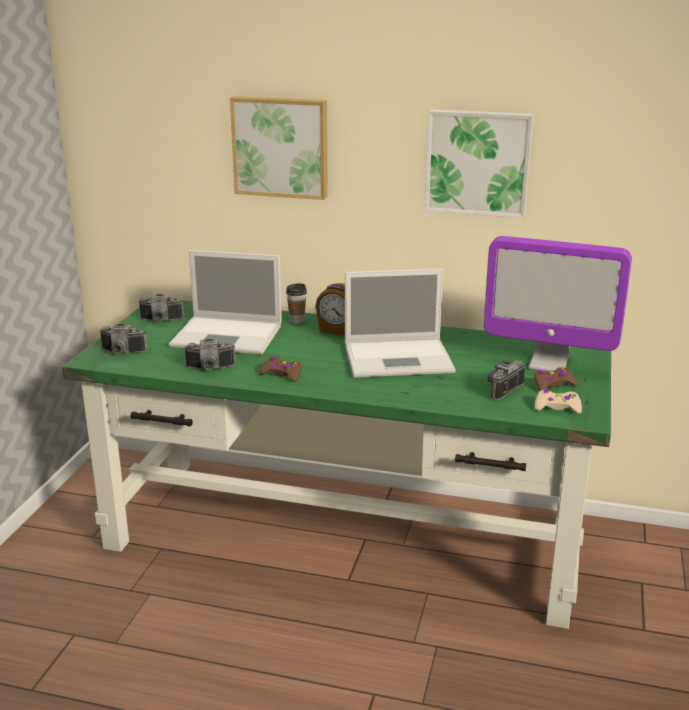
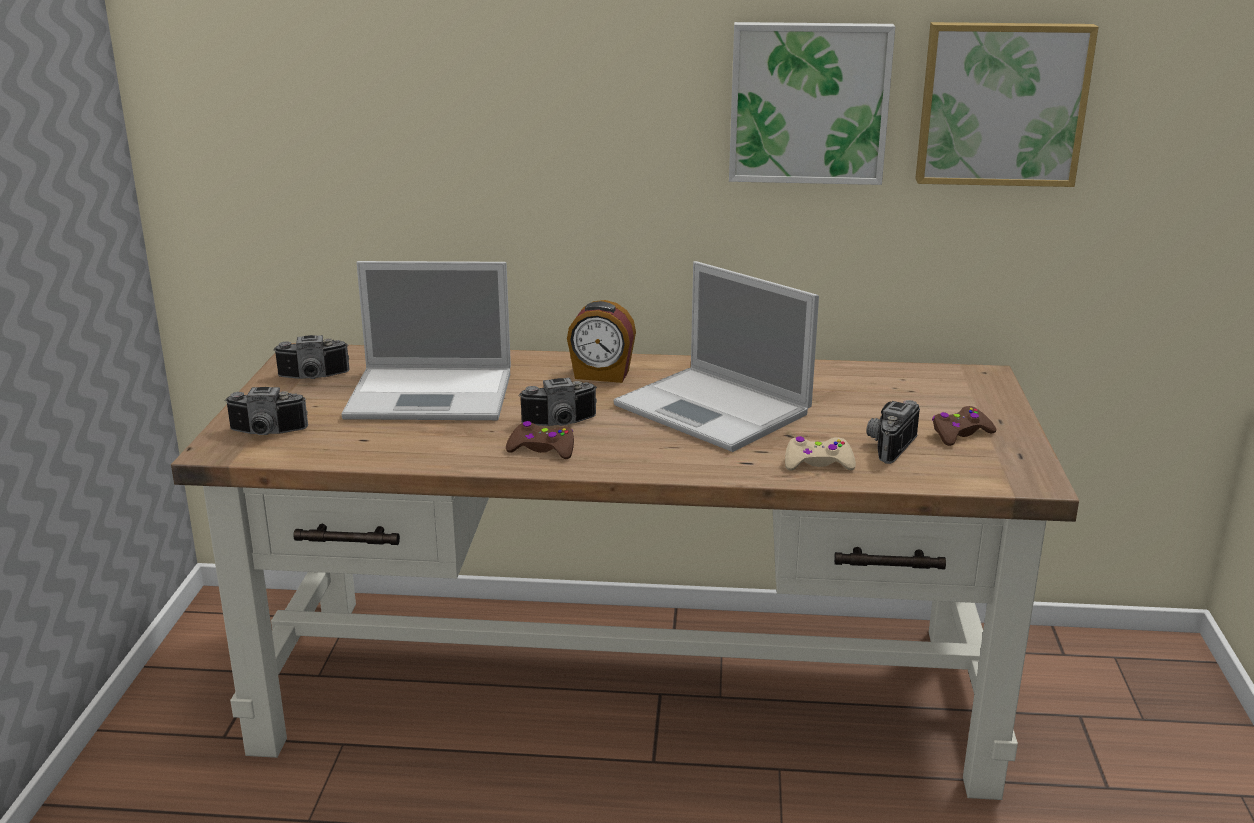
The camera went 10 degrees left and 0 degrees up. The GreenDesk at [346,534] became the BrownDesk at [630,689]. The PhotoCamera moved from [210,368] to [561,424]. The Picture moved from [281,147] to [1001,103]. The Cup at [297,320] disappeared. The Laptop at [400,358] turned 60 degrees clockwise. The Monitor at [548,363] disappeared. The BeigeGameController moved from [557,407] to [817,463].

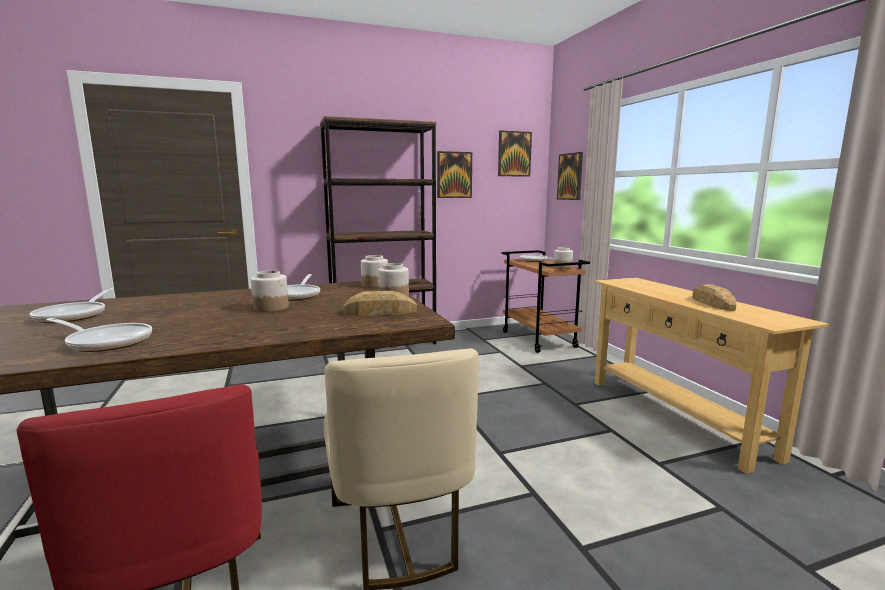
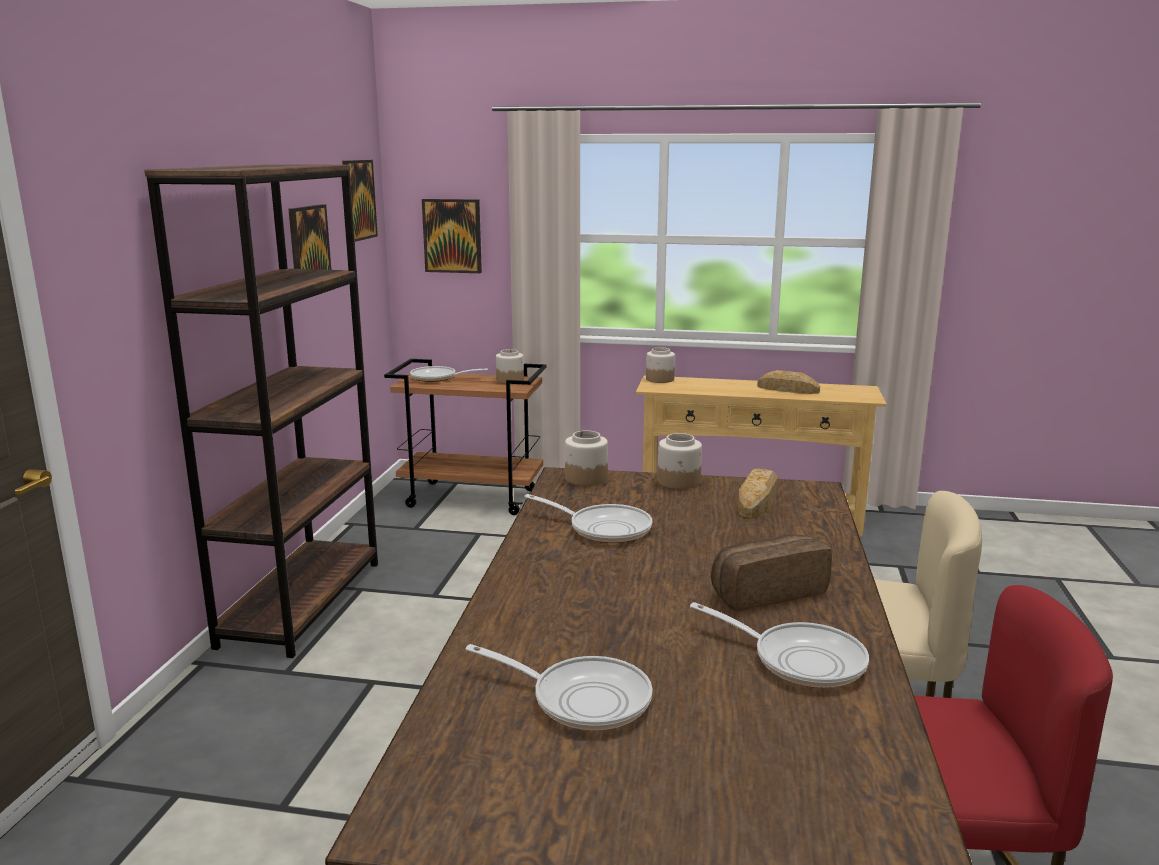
The camera went 60 degrees left and 5 degrees up. The FryingPan at [106,342] turned 75 degrees clockwise. The Jar moved from [271,308] to [659,379]. The Bread at [766,591] appeared.

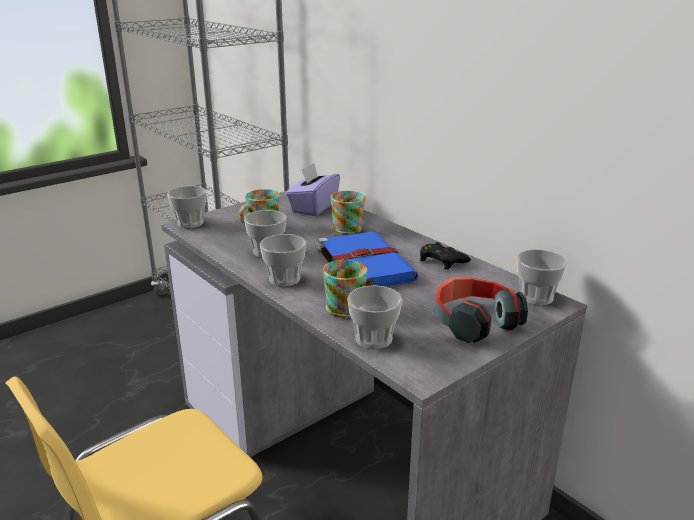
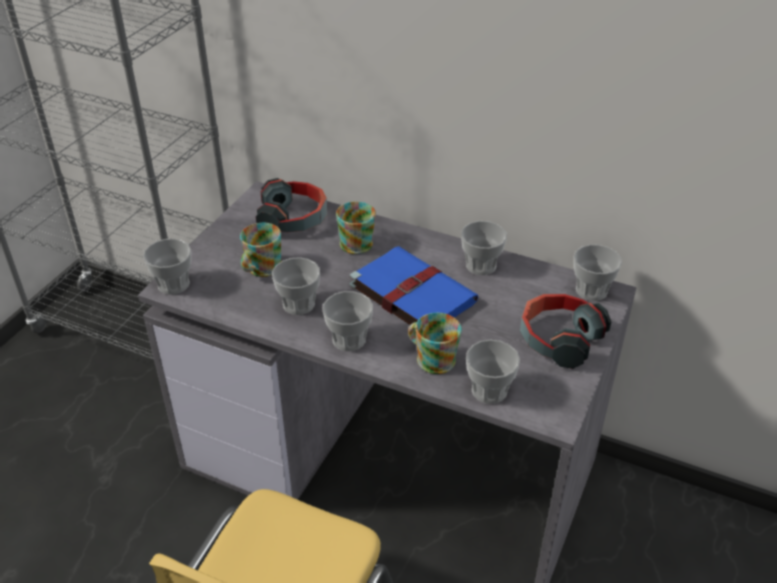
The camera went 25 degrees left and 15 degrees up. The PurpleTissueBox at [313,207] was replaced by the Headphones at [294,219]. The BlackGameController at [442,260] was replaced by the Cup at [481,265].

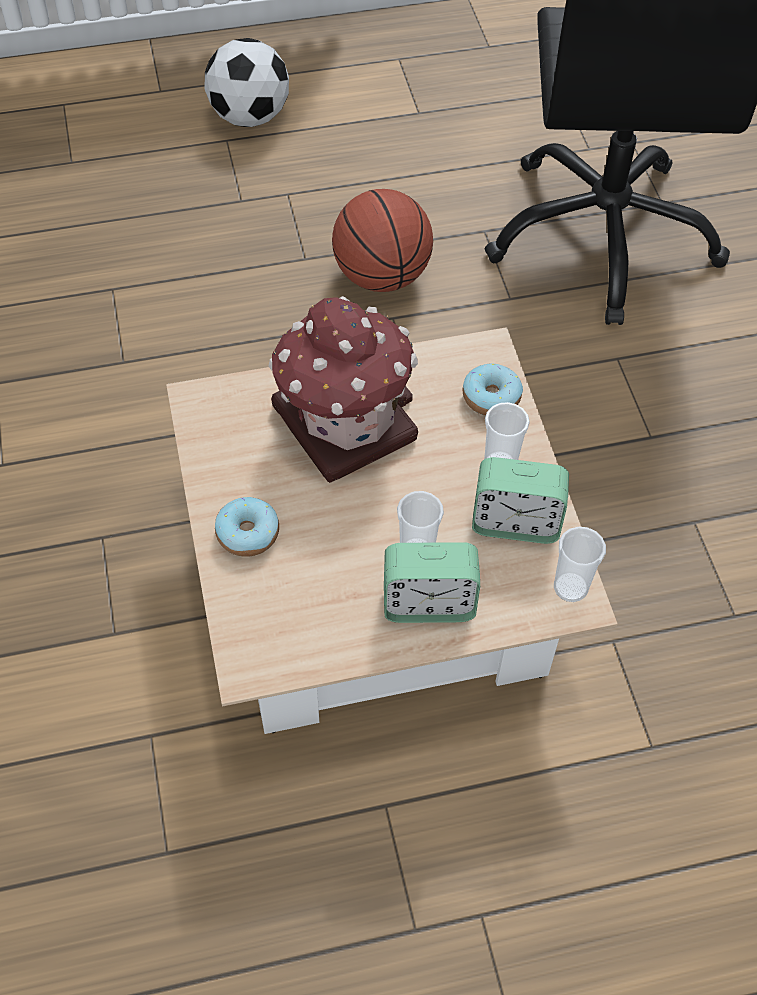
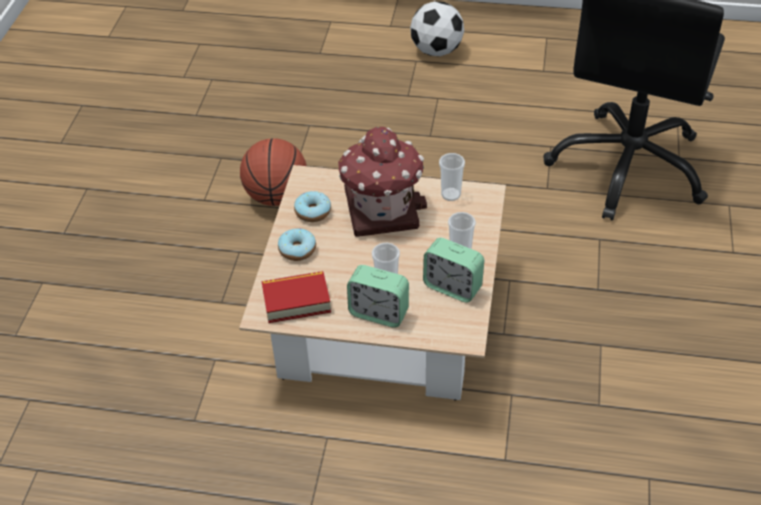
The camera went 25 degrees right and 10 degrees down. The Basketball moved from [382,276] to [277,196]. The Donut moved from [491,397] to [313,212]. The Cup moved from [570,587] to [450,194]. The Book at [296,301] appeared.

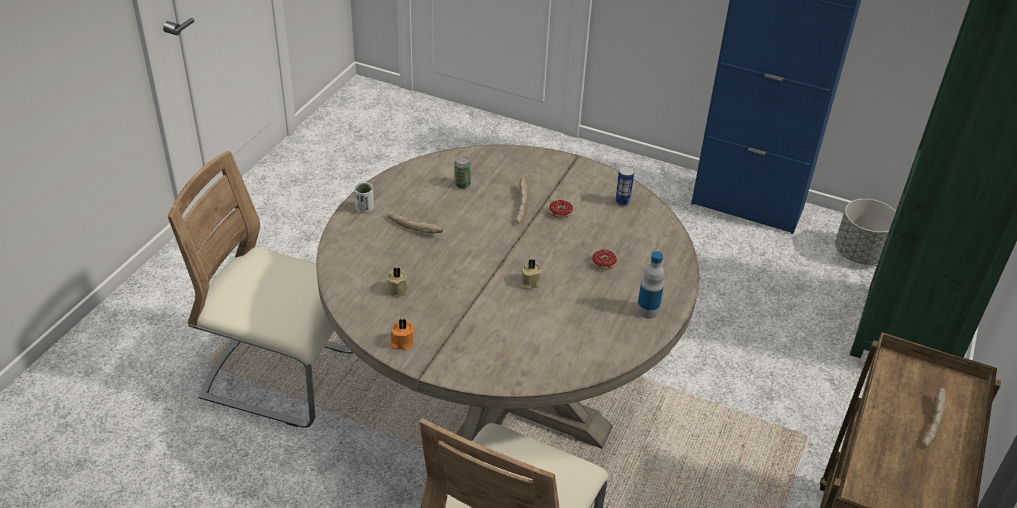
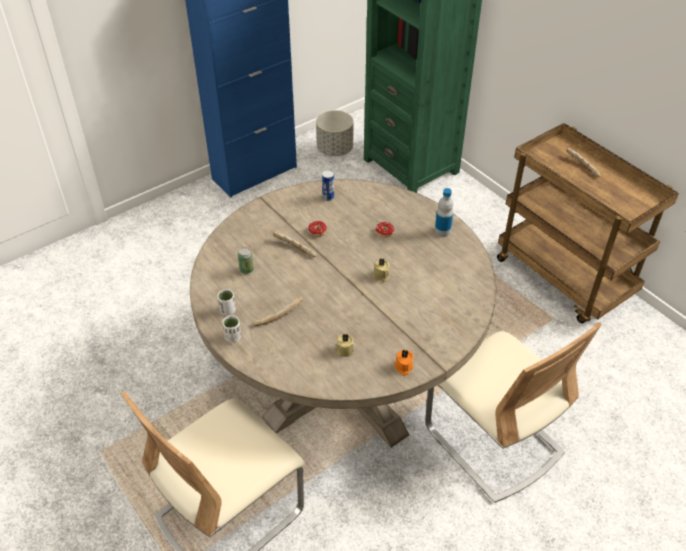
The camera went 60 degrees left and 5 degrees up. The WhiteCup at [228,310] appeared.

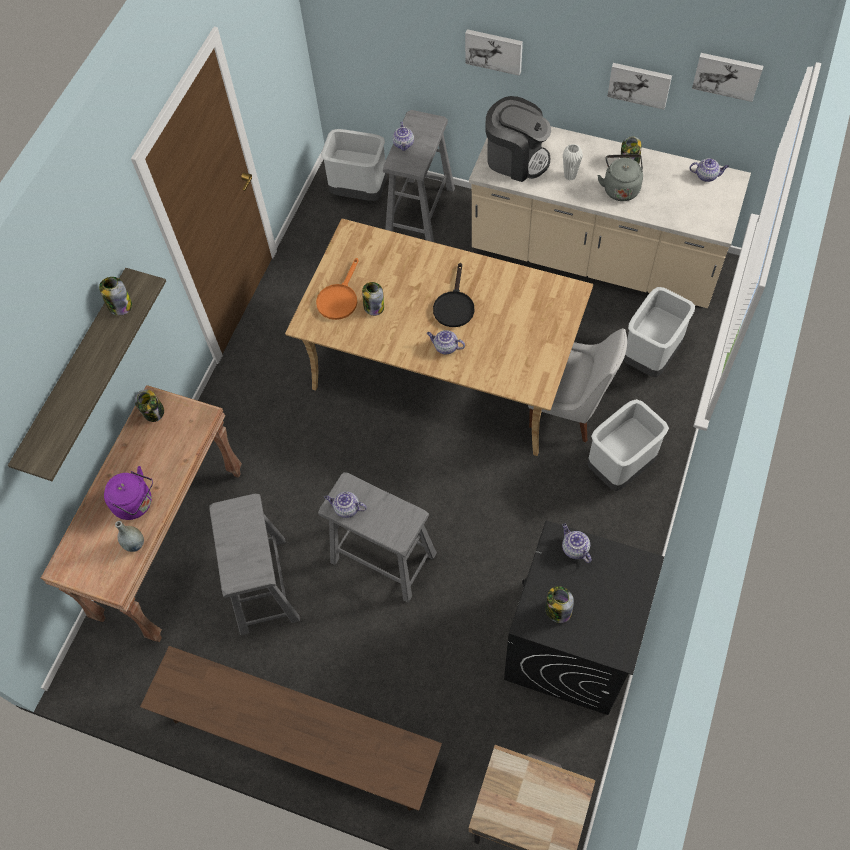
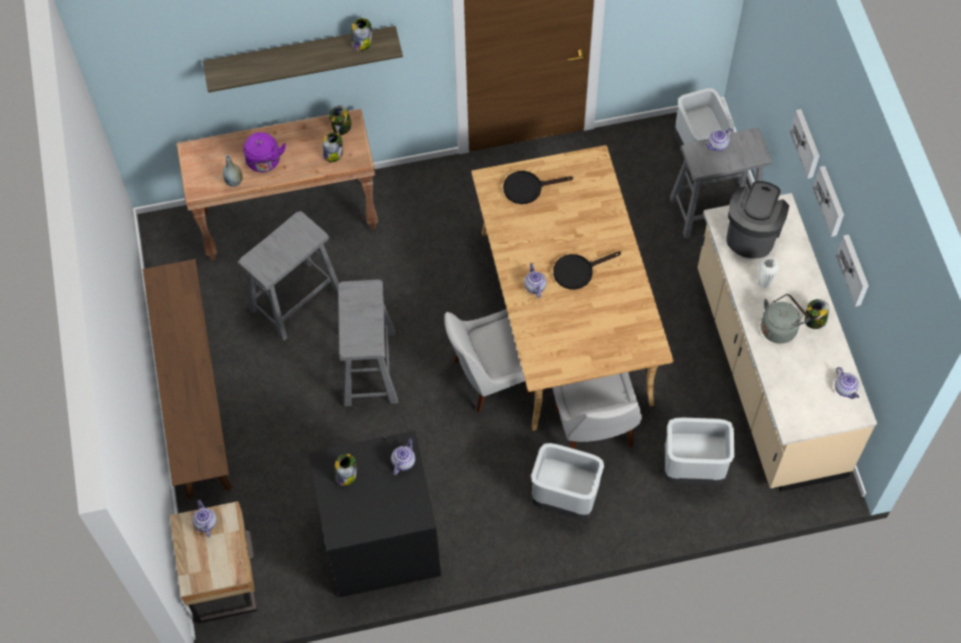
The camera went 55 degrees right and 0 degrees up. The OrangeFryingPan at [339,298] became the BlackFryingPan at [528,188]. The Teapot moved from [346,508] to [205,522]. The Jar moved from [373,306] to [333,154]. The CoffeeMachine at [516,158] turned 150 degrees counterclockwise. The Picture moved from [727,75] to [830,201]. The WhiteChair at [488,378] appeared.

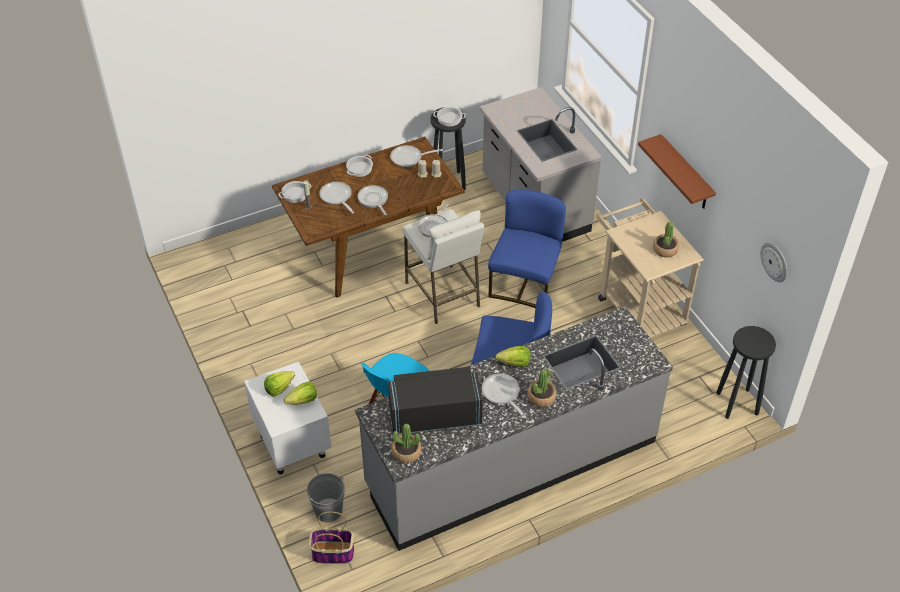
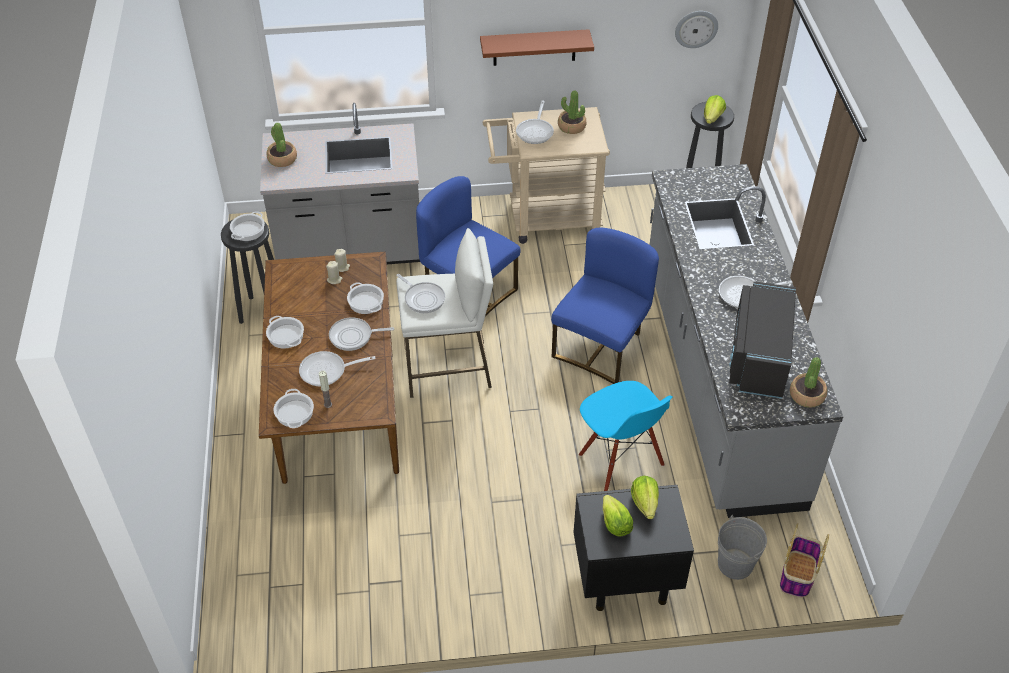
The camera went 70 degrees left and 0 degrees up. The WhiteNightstand at [292,445] became the BlackNightstand at [624,578]. The FryingPan moved from [409,158] to [535,131]. The Lettuce moved from [514,363] to [712,118]. The PottedPlant moved from [541,397] to [282,159]. The CookingPot at [365,302] appeared.

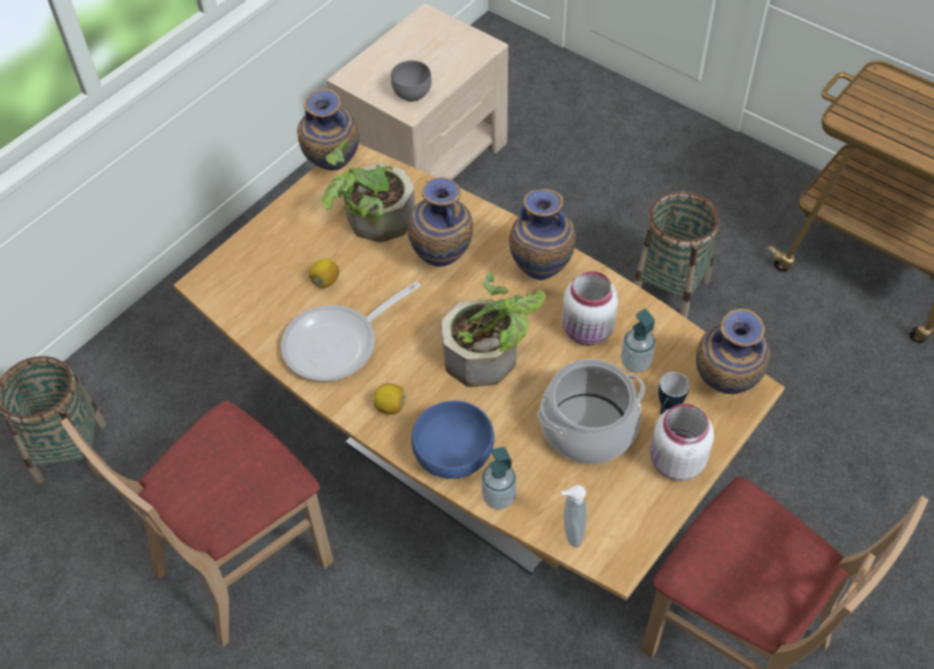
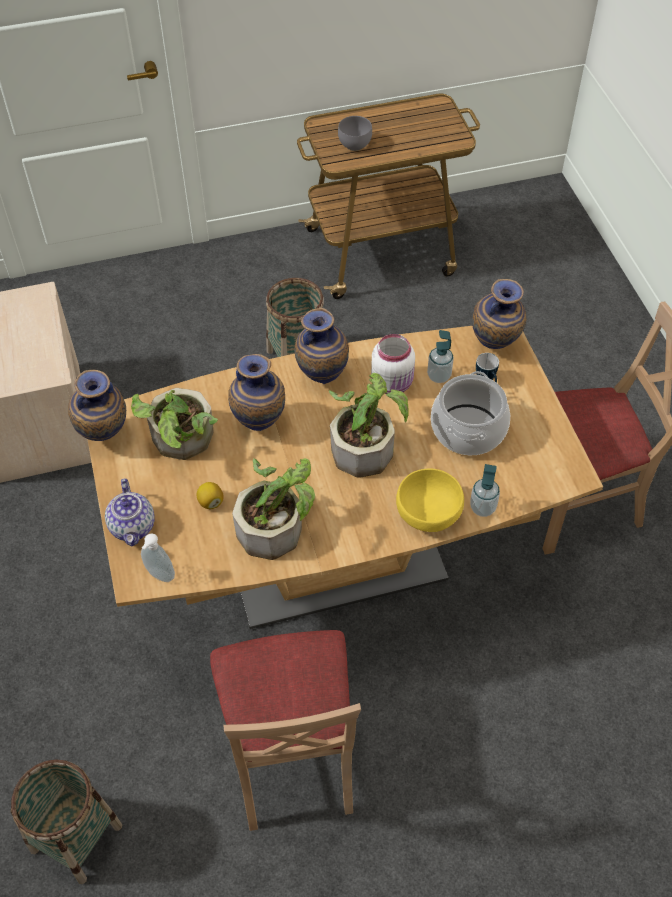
The camera went 55 degrees left and 0 degrees up. The FryingPan at [338,344] was replaced by the PottedPlant at [277,526]. The Lemon at [390,407] disappeared. The GreyBowl moved from [412,93] to [354,144]. The BlueBowl at [454,452] became the YellowBowl at [428,511]. The SoapDispenser moved from [570,532] to [159,576]. The WhiteJar at [675,463] disappeared. The Teapot at [133,527] appeared.

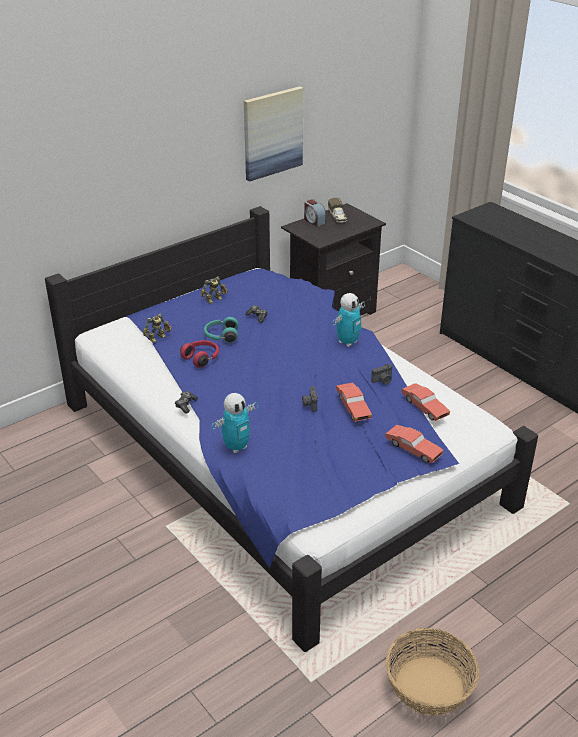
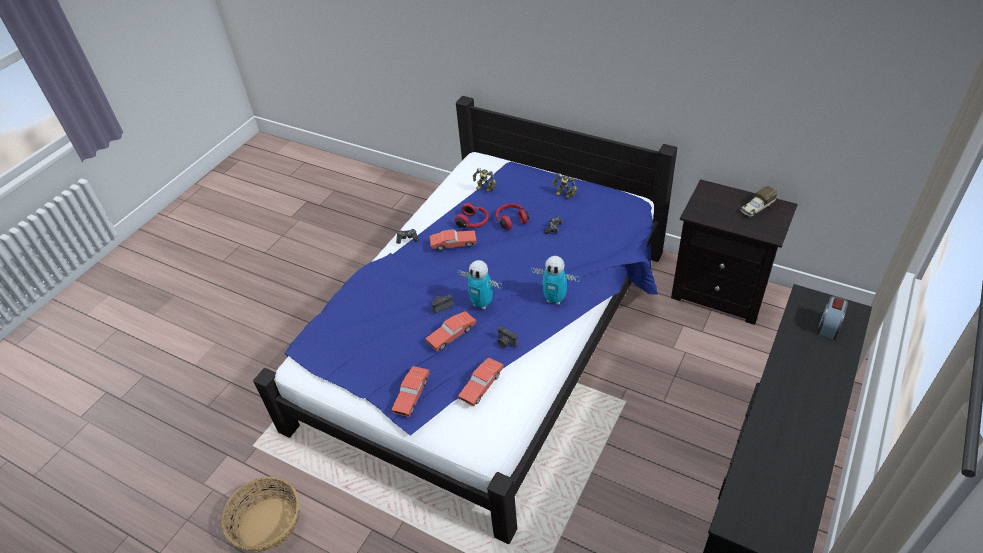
The camera went 70 degrees right and 10 degrees up. The TurquoiseHeadphones at [221,336] became the RedHeadphones at [511,220]. The ToyRobot moved from [236,447] to [482,303]. The Picture at [272,133] disappeared. The AlarmClock moved from [314,221] to [829,326]. The RedToyCar at [453,244] appeared.

